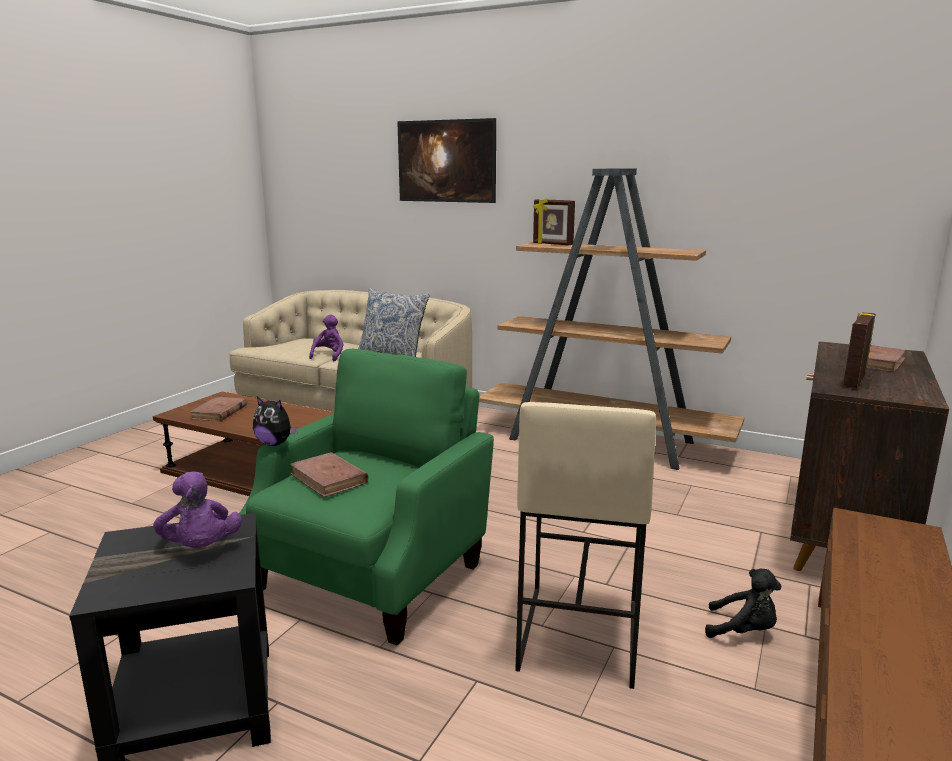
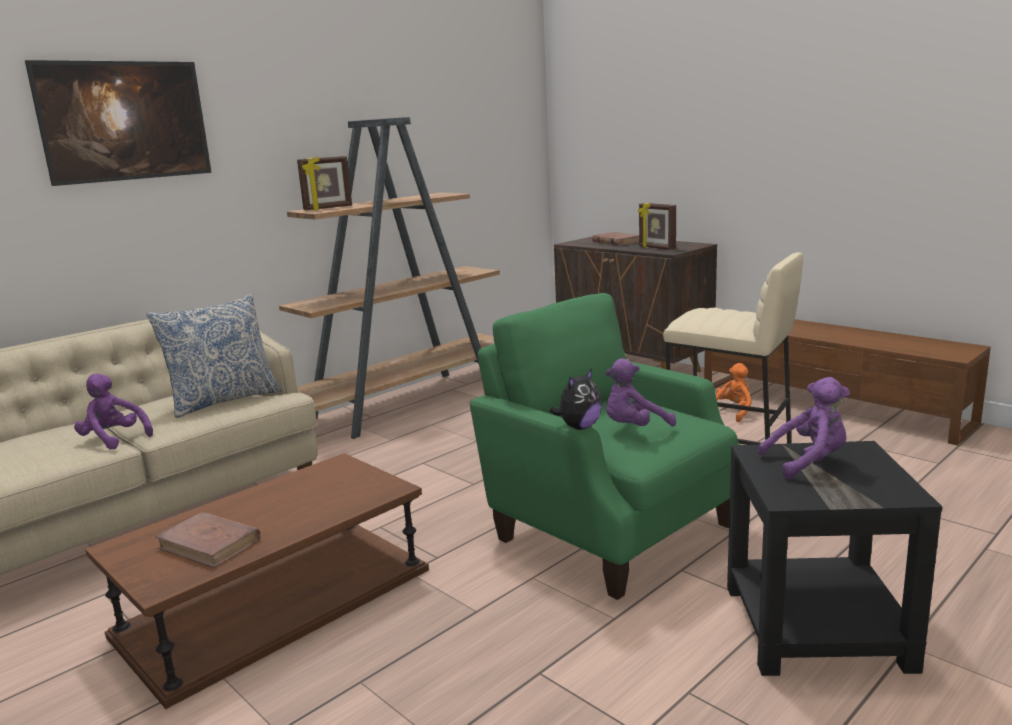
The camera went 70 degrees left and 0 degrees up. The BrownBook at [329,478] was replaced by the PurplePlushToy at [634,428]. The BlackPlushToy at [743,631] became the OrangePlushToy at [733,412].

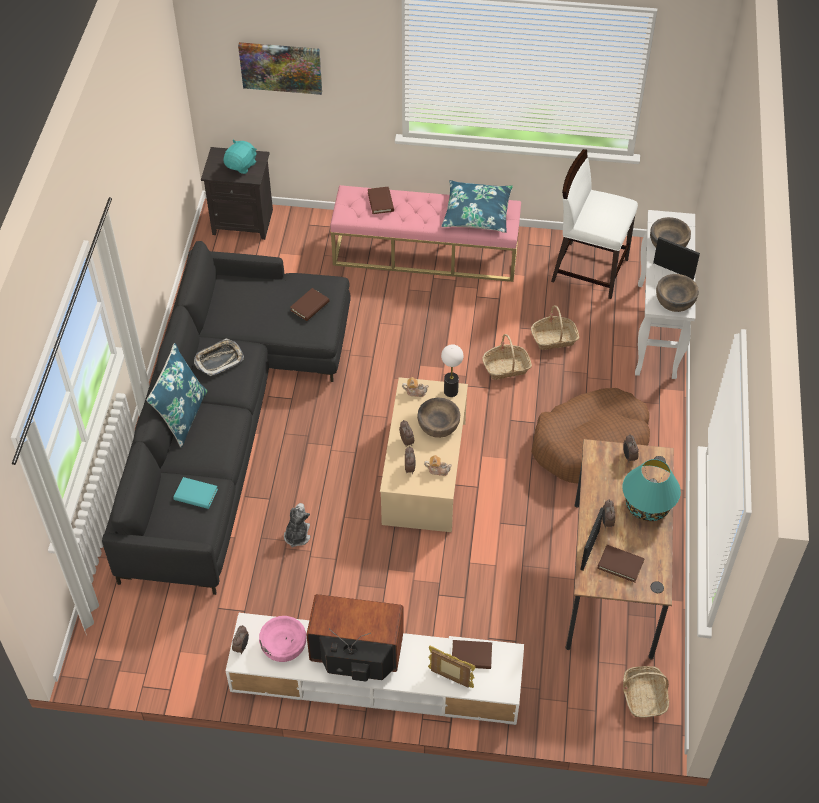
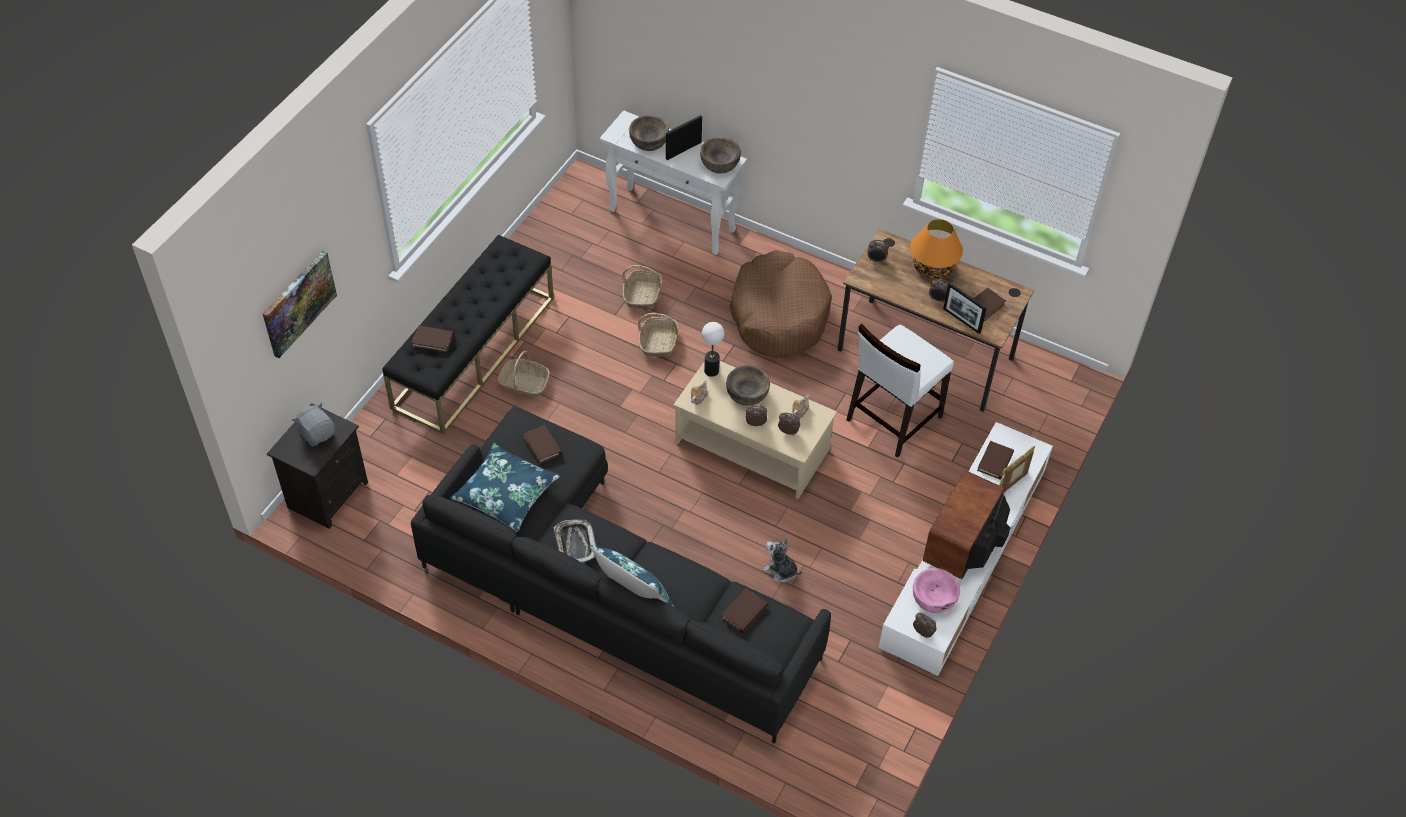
The camera went 70 degrees left and 0 degrees up. The TurquoiseBook at [195,495] became the BrownBook at [744,612]. The TurquoisePlushToy at [241,165] became the GreyPlushToy at [317,433]. The PinkBench at [426,253] became the BlackBench at [474,351]. The BluePillow moved from [477,213] to [506,493]. The WhiteChair moved from [589,269] to [893,418]. The TurquoiseTableLamp at [647,506] became the OrangeTableLamp at [932,267]. The Basket moved from [643,696] to [524,384].

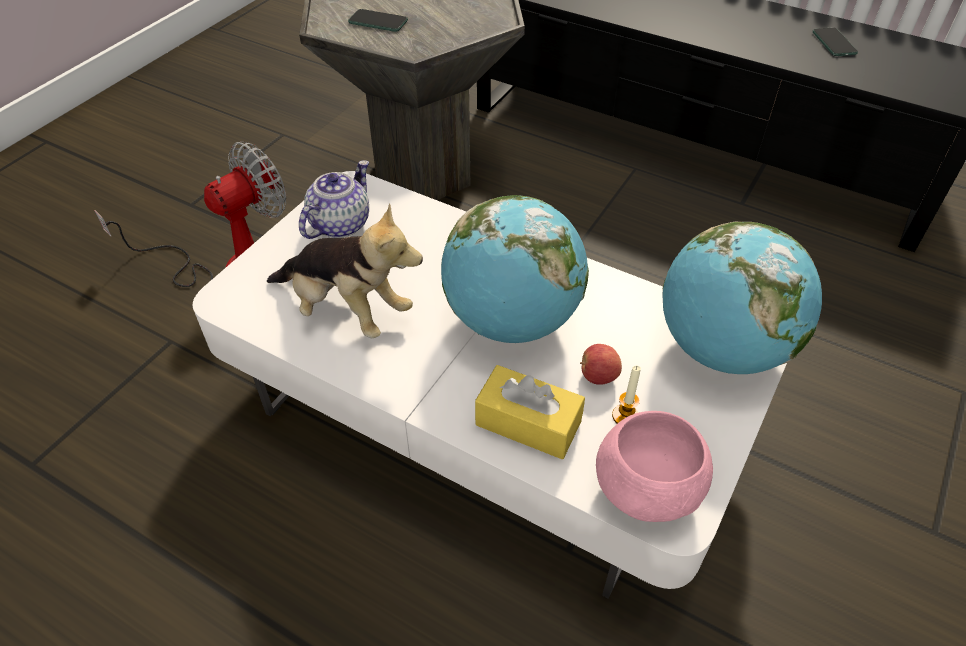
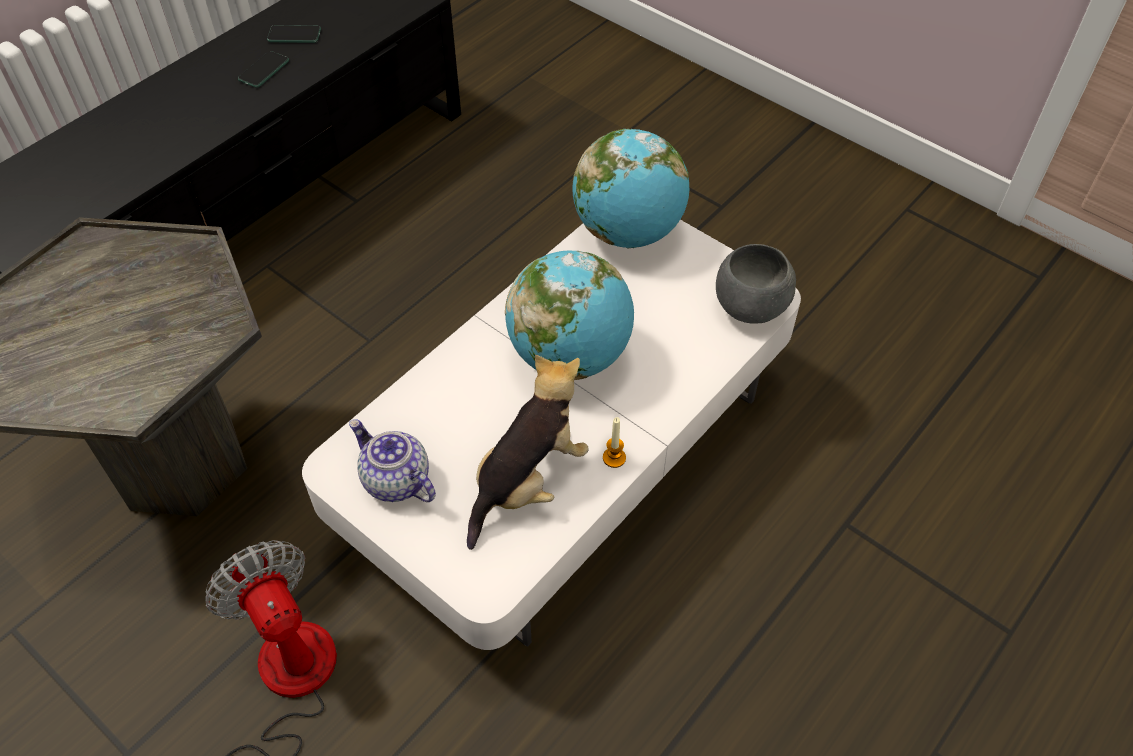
The camera went 80 degrees left and 5 degrees up. The Phone moved from [378,22] to [264,70]. The YellowTissueBox at [528,423] disappeared. The Apple at [598,376] disappeared. The PinkBowl at [646,492] became the GreyBowl at [751,306]. The Candle moved from [625,416] to [614,458].

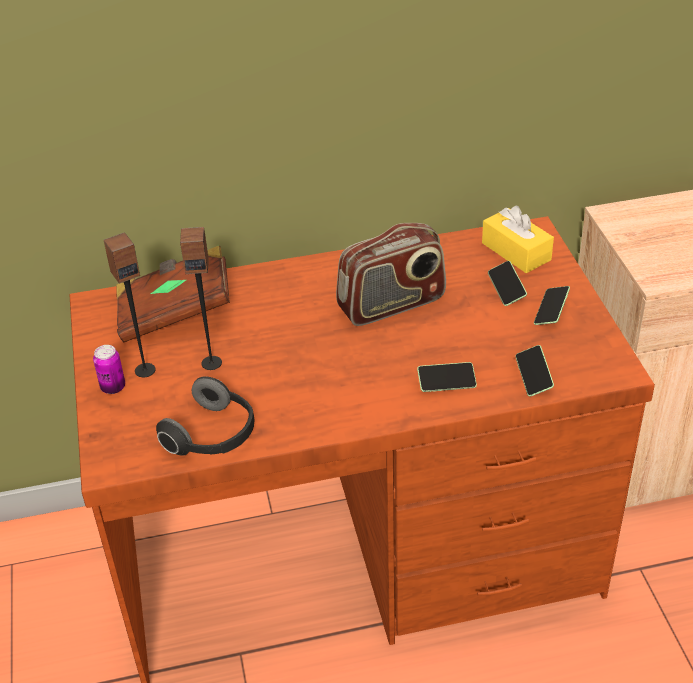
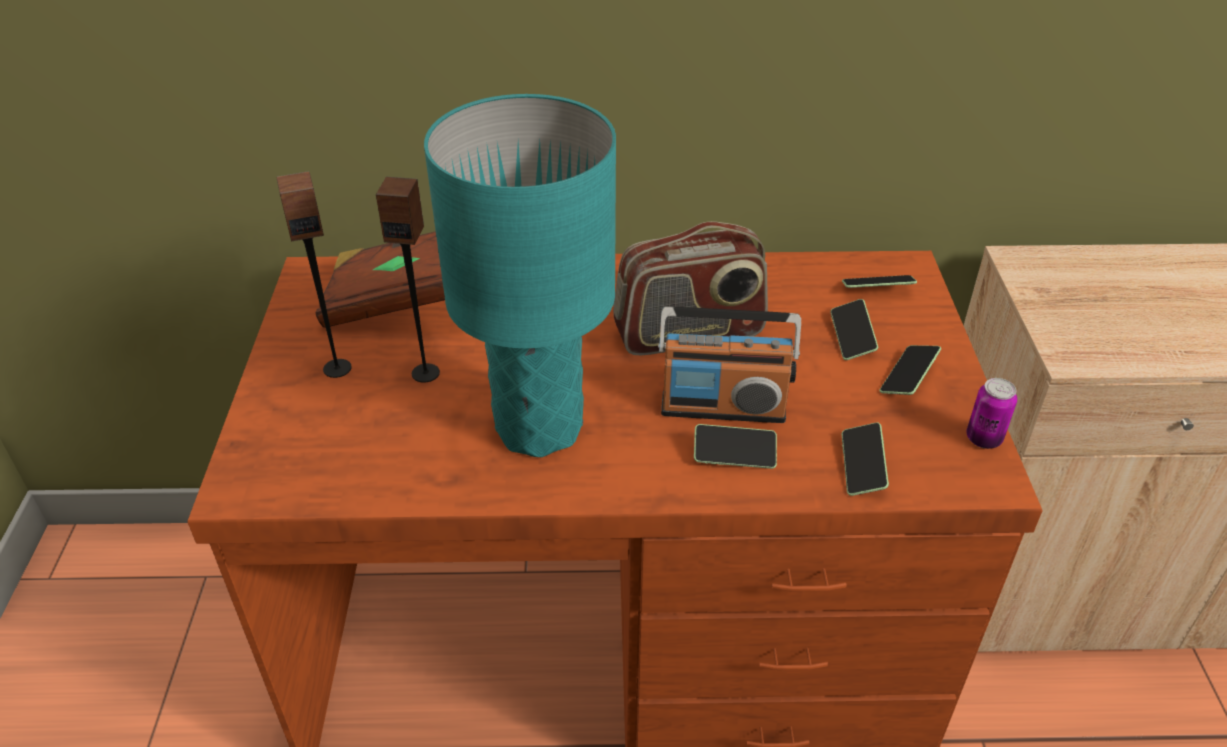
The camera went 10 degrees right and 0 degrees up. The Can moved from [113,387] to [983,439]. The Headphones at [213,436] disappeared. The YellowTissueBox at [516,251] was replaced by the Phone at [877,290]. The TurquoiseTableLamp at [539,428] appeared. The Radio at [723,407] appeared.

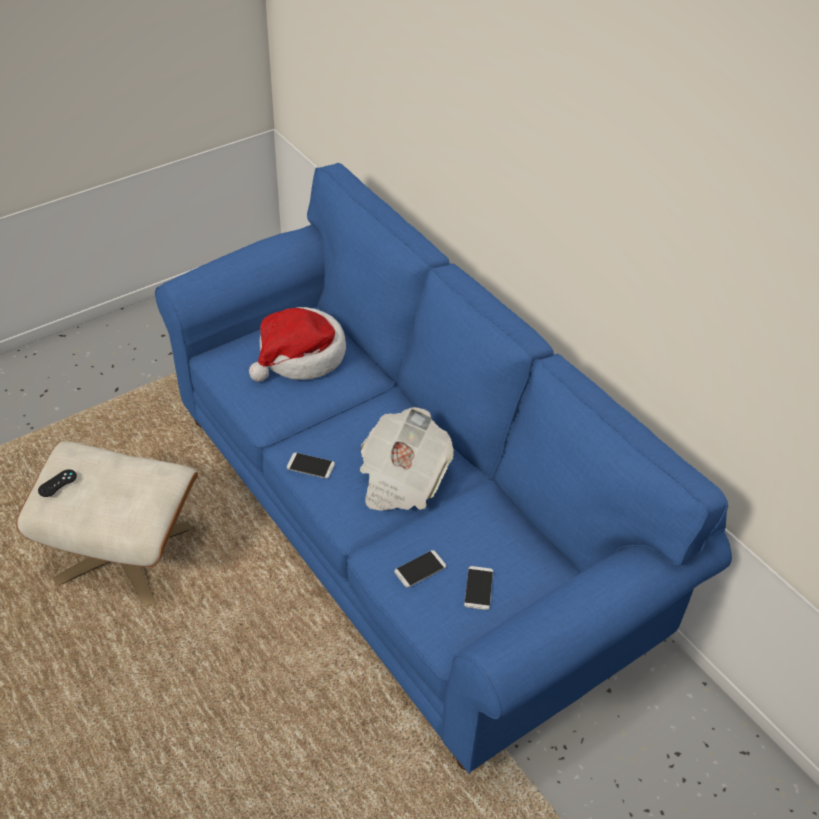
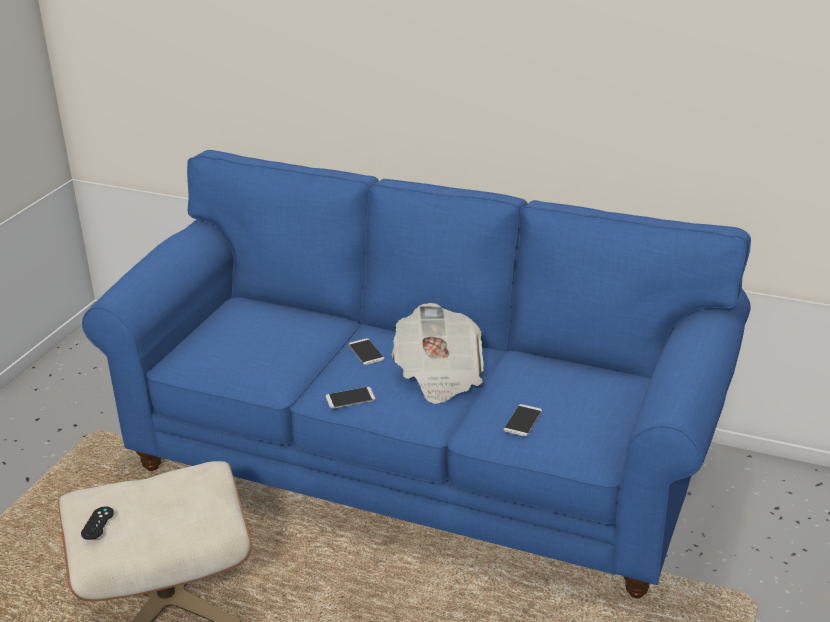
The camera went 30 degrees left and 15 degrees down. The Hat at [300,356] disappeared. The Phone moved from [478,588] to [366,352].

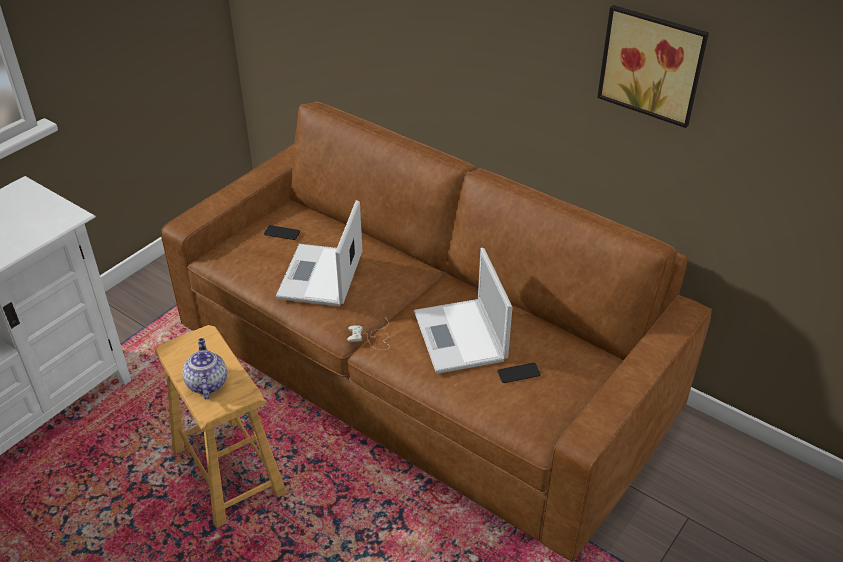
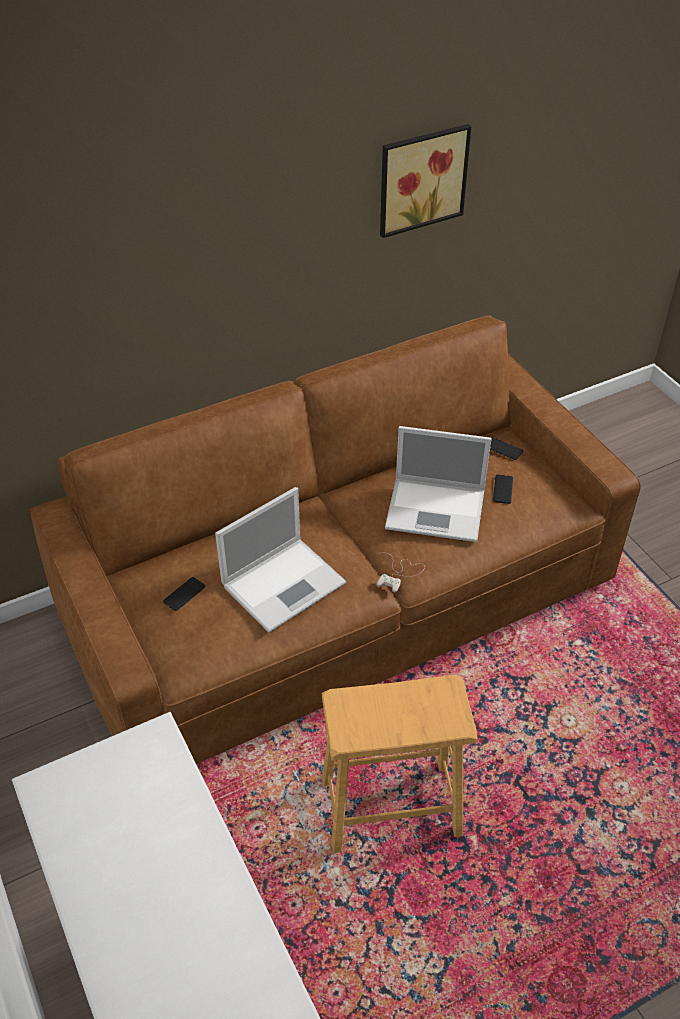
The camera went 65 degrees left and 5 degrees up. The Teapot at [206,383] disappeared. The Laptop at [320,277] turned 75 degrees counterclockwise. The Phone at [503,449] appeared.

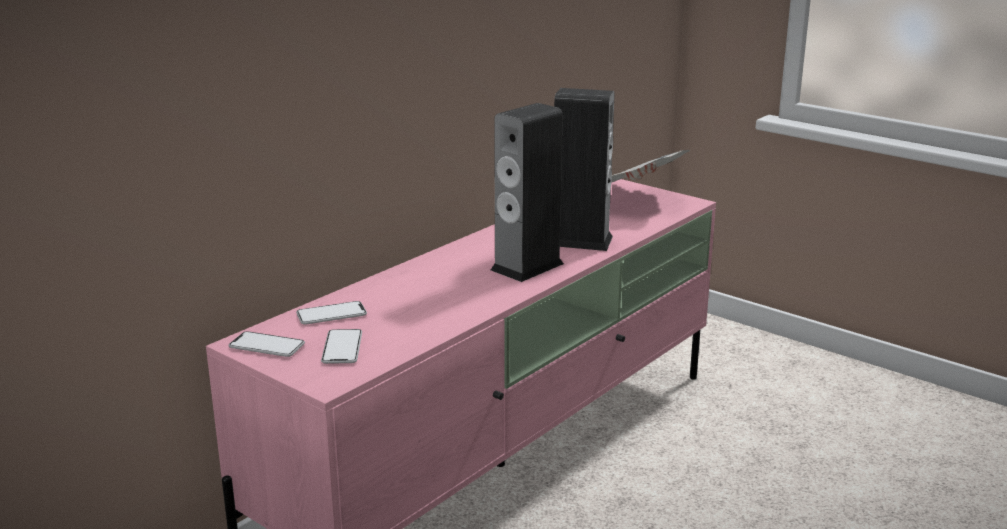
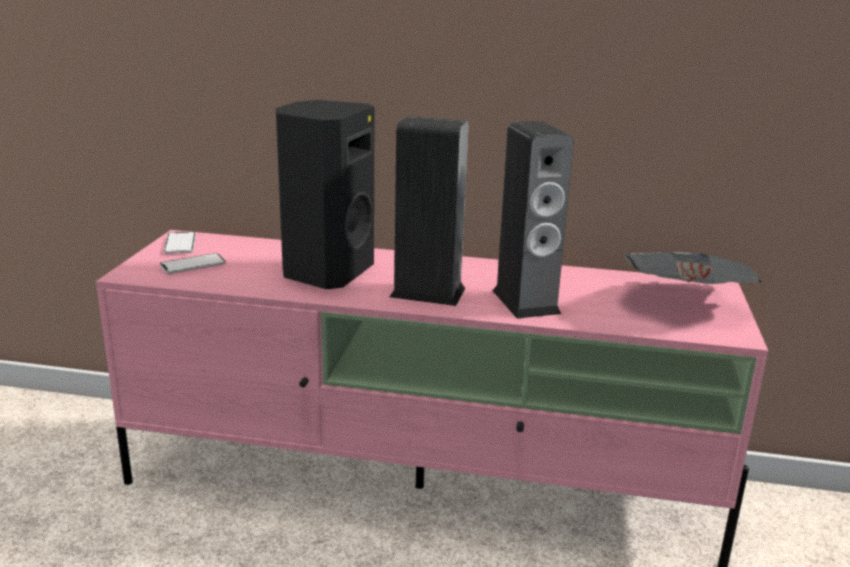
The camera went 60 degrees right and 0 degrees up. The Phone at [331,314] disappeared. The BlackSpeaker at [325,272] appeared.

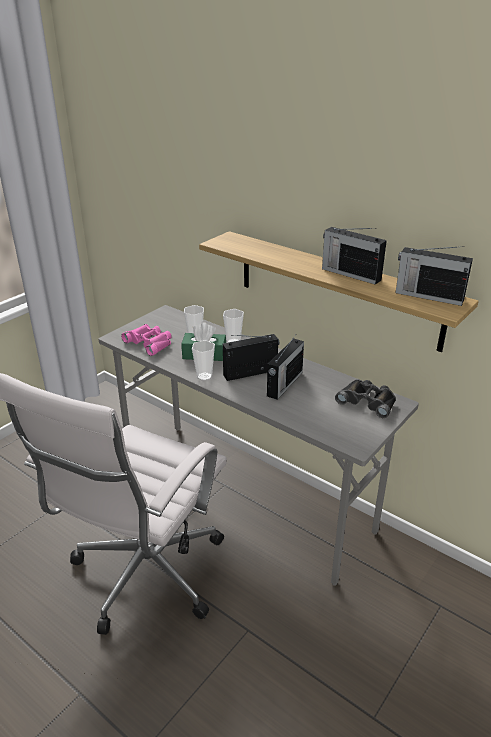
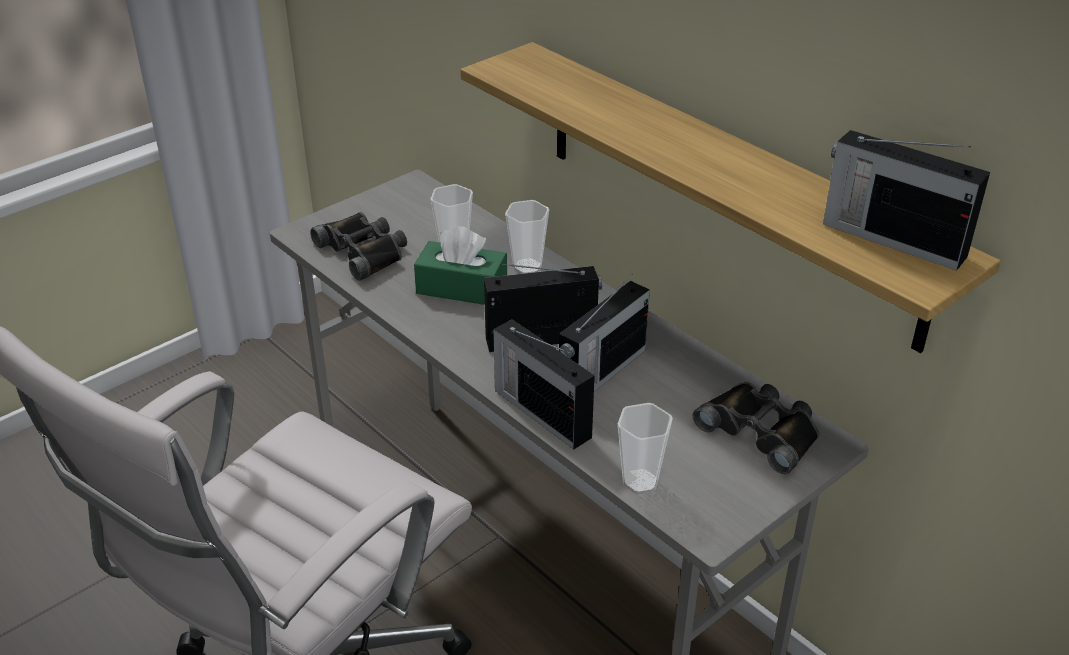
The camera went 10 degrees right and 5 degrees up. The PinkBinoculars at [150,343] became the BlackBinoculars at [364,251]. The Cup moved from [204,376] to [640,482]. The Radio moved from [350,274] to [541,412].

